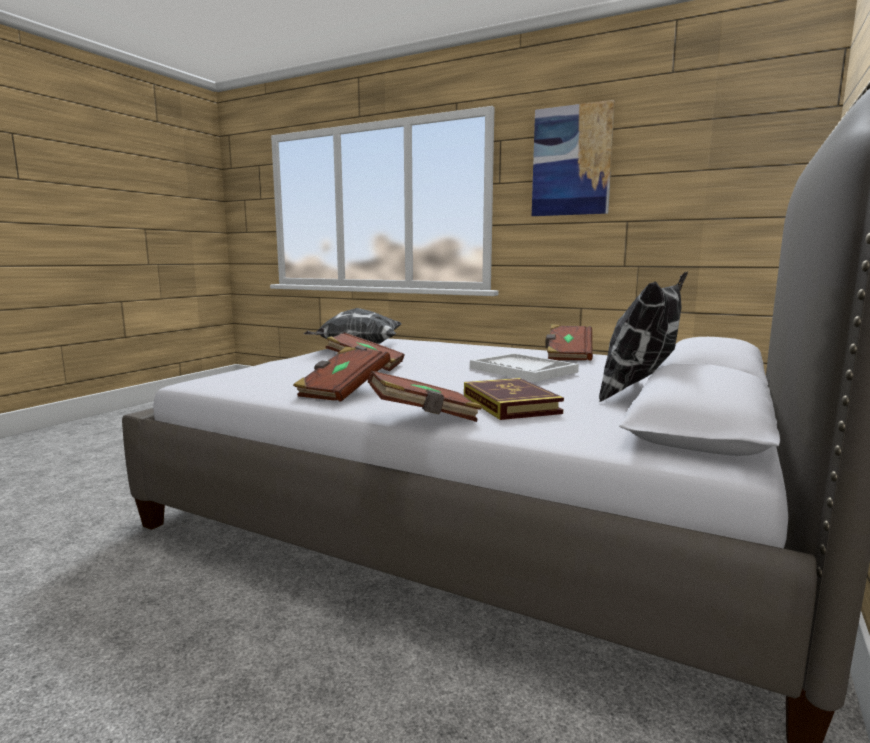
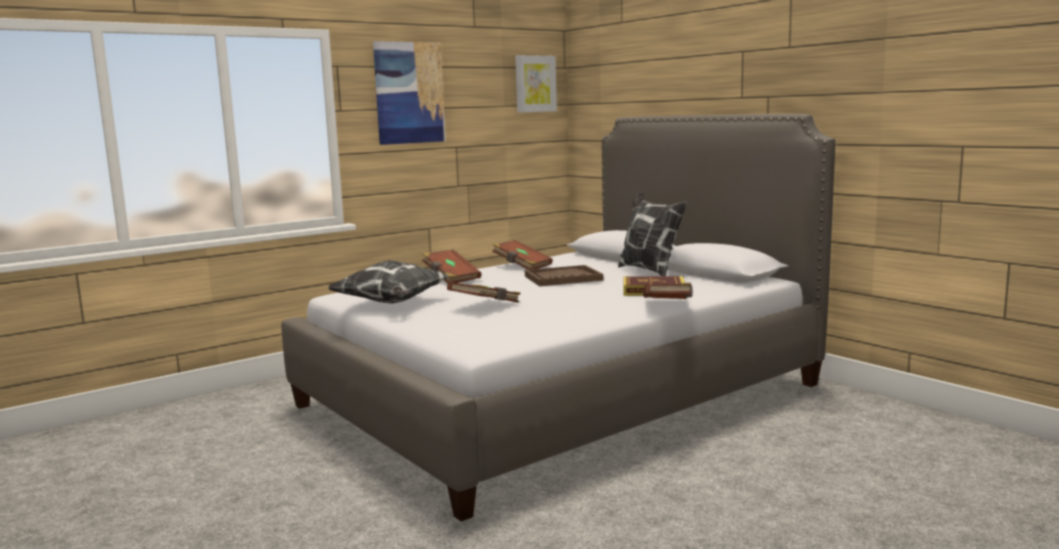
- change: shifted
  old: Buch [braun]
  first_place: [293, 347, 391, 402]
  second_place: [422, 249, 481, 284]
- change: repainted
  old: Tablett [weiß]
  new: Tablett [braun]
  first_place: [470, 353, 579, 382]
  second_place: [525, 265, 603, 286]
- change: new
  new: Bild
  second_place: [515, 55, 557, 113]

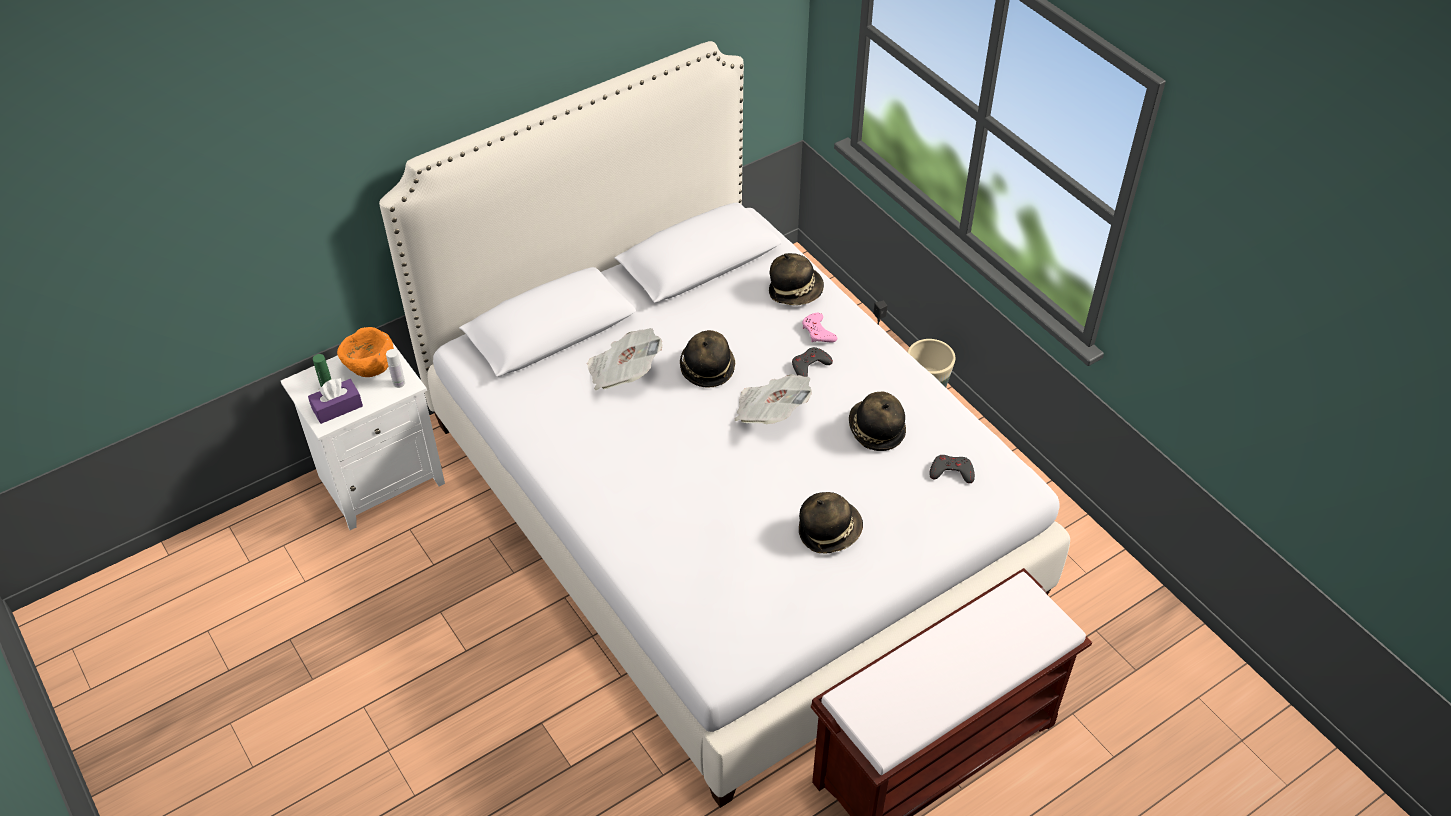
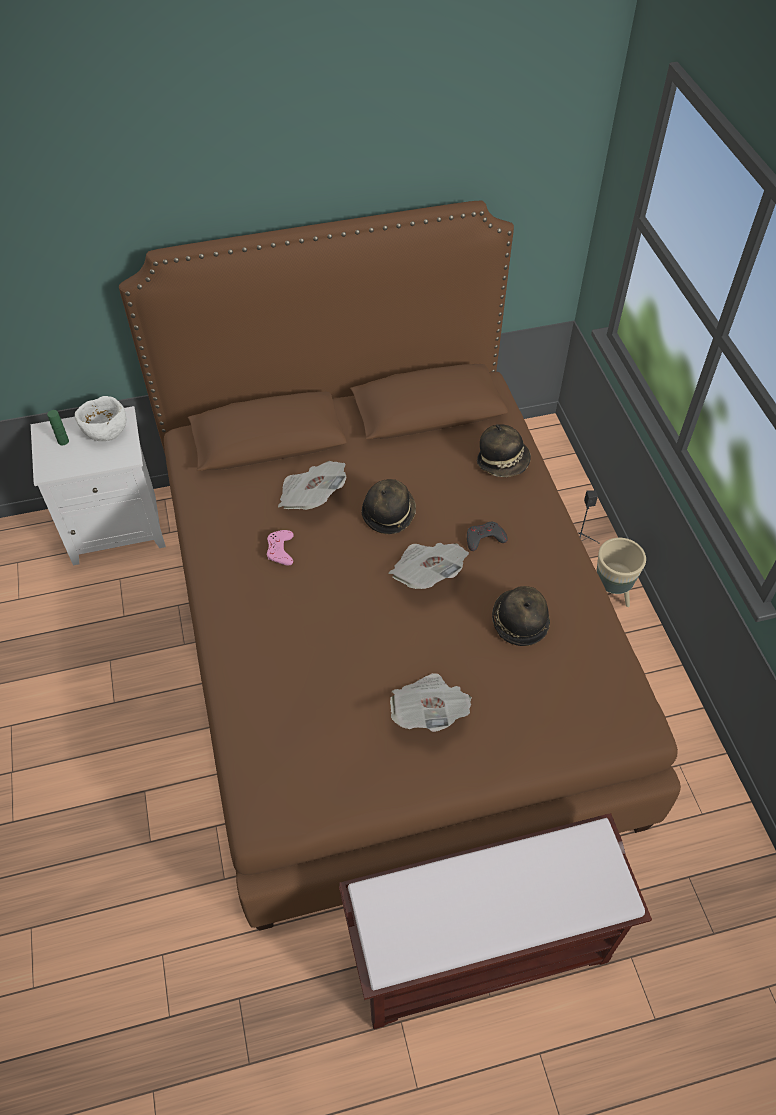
- change: gone
  old: Taschentuchbox [lila]
  first_place: [308, 378, 363, 424]
- change: repainted
  old: Schüssel [orange]
  new: Schüssel [weiß]
  first_place: [337, 327, 394, 377]
  second_place: [75, 396, 127, 441]
- change: repainted
  old: Bett [weiß]
  new: Bett [braun]
  first_place: [379, 41, 1070, 808]
  second_place: [119, 201, 681, 931]
- change: gone
  old: Flasche [weiß]
  first_place: [386, 349, 405, 388]
- change: swapped
  old: Hut
  new: Zeitung
  first_place: [799, 492, 863, 553]
  second_place: [390, 673, 472, 732]
- change: shifted
  old: Gamepad [rosa]
  first_place: [802, 313, 837, 342]
  second_place: [267, 530, 294, 565]
- change: gone
  old: Gamepad [grau]
  first_place: [929, 455, 975, 483]

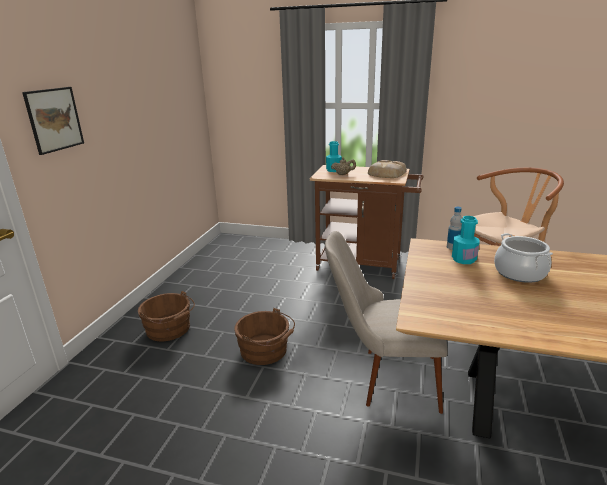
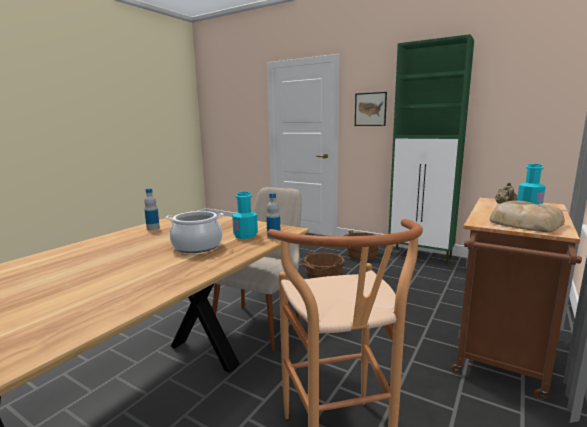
- change: new
  new: Flasche
  second_place: [144, 188, 160, 230]
- change: new
  new: Schrank [grün]
  second_place: [388, 34, 474, 264]

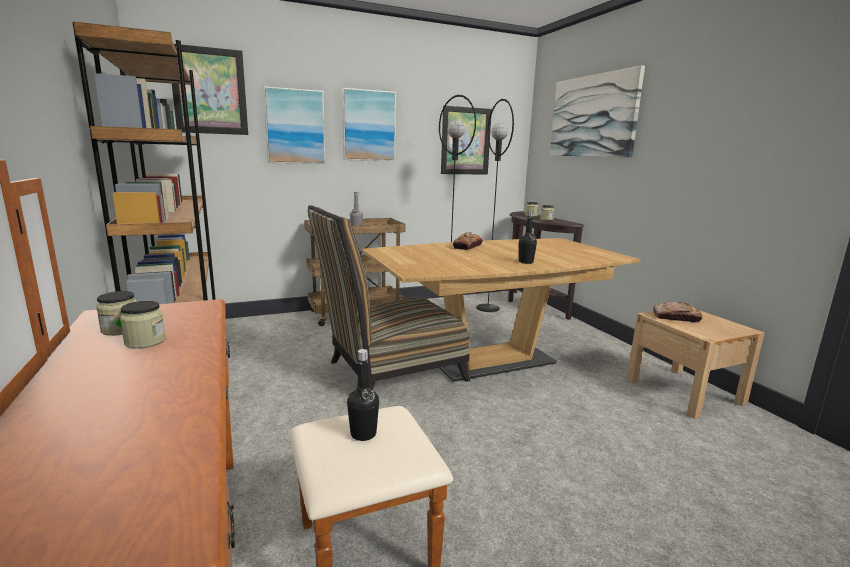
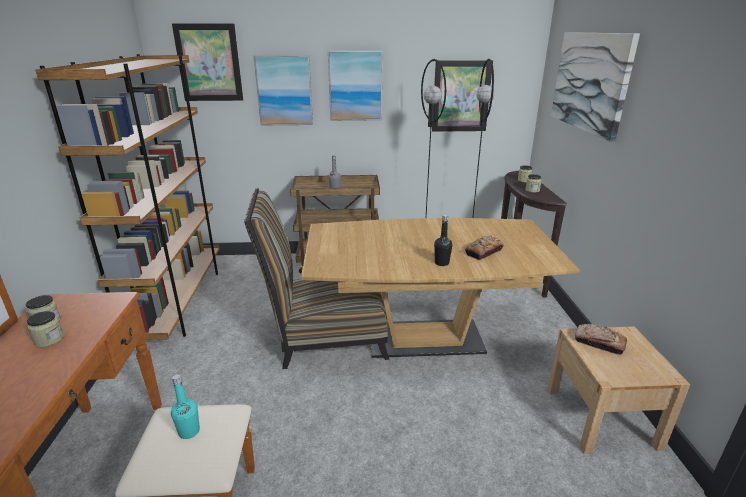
- change: repainted
  old: Flasche [schwarz]
  new: Flasche [türkis]
  first_place: [347, 349, 379, 441]
  second_place: [171, 374, 200, 439]
- change: shifted
  old: Brot
  first_place: [453, 232, 483, 250]
  second_place: [465, 236, 504, 260]

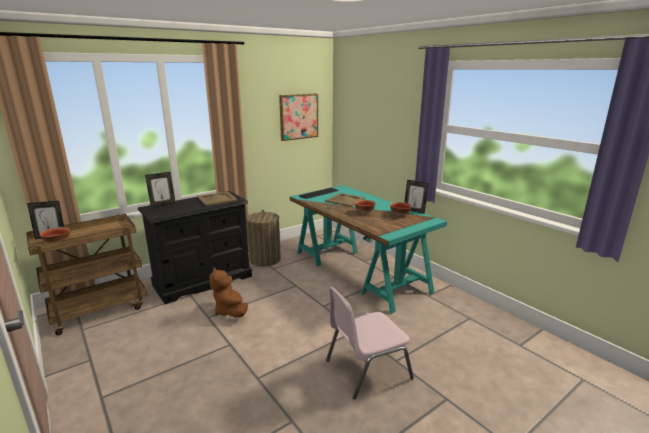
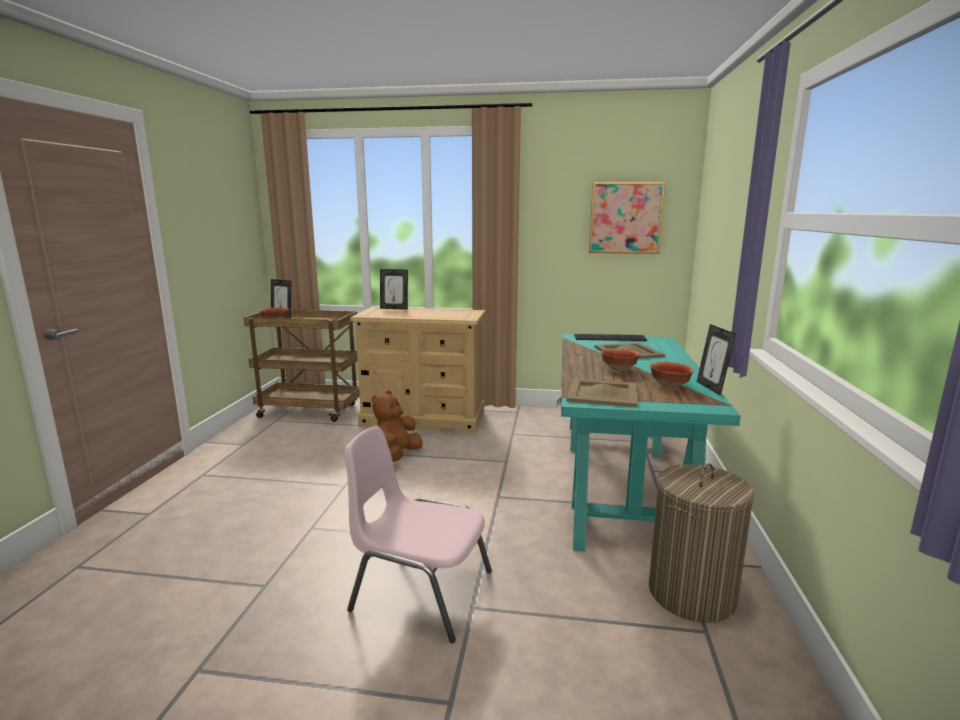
- change: repainted
  old: Kommode [schwarz]
  new: Kommode [beige]
  first_place: [138, 191, 252, 304]
  second_place: [350, 307, 485, 433]
- change: shifted
  old: Tablett [beige]
  first_place: [197, 191, 238, 206]
  second_place: [567, 379, 638, 407]
- change: shifted
  old: Wäschekorb
  first_place: [246, 210, 281, 267]
  second_place: [649, 463, 754, 623]

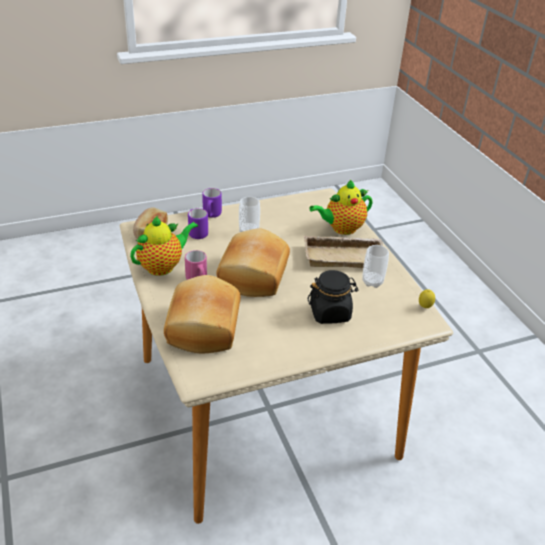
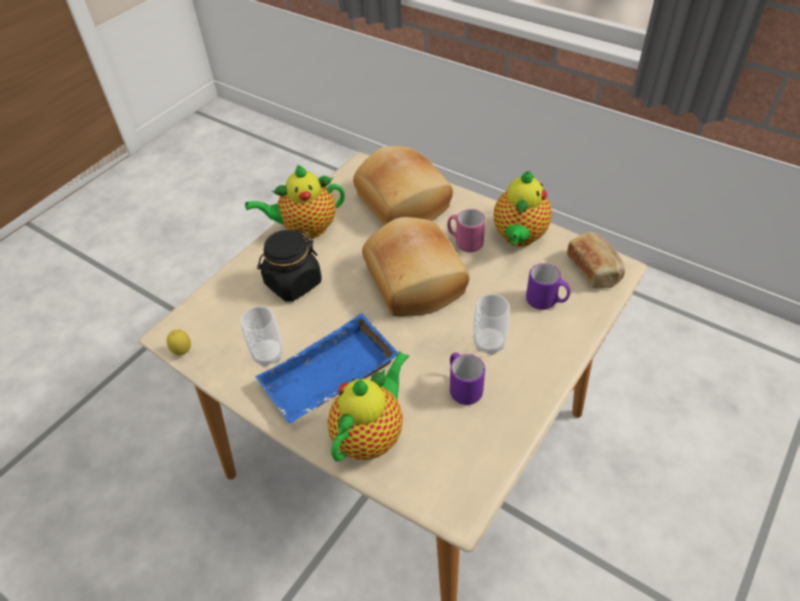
- change: shifted
  old: Henkelbecher [lila]
  first_place: [202, 188, 222, 218]
  second_place: [450, 353, 485, 405]
- change: repainted
  old: Tablett [beige]
  new: Tablett [blau]
  first_place: [304, 236, 383, 268]
  second_place: [255, 313, 398, 424]
- change: new
  new: Teekanne
  second_place: [245, 164, 345, 239]

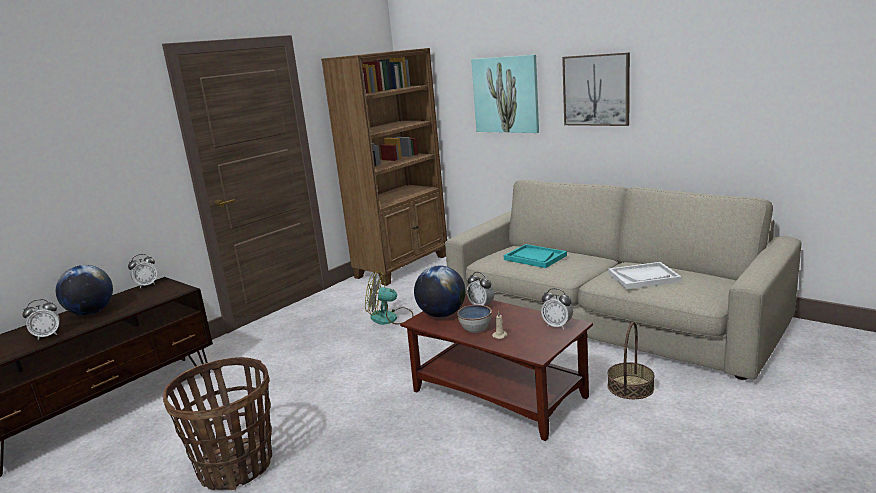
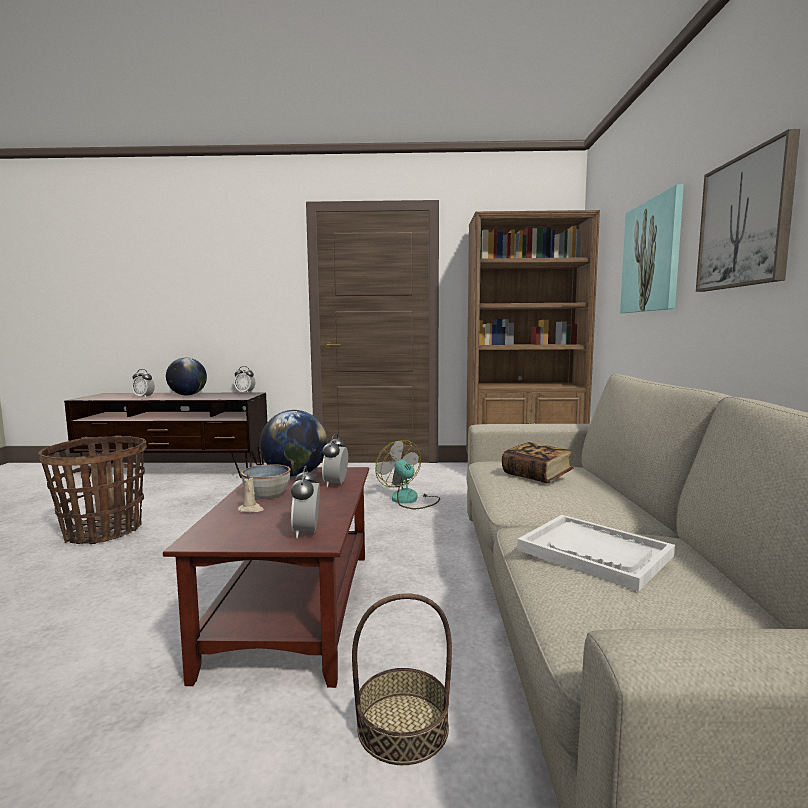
- change: swapped
  old: Tablett [türkis]
  new: Buch
  first_place: [503, 244, 567, 268]
  second_place: [502, 442, 573, 483]

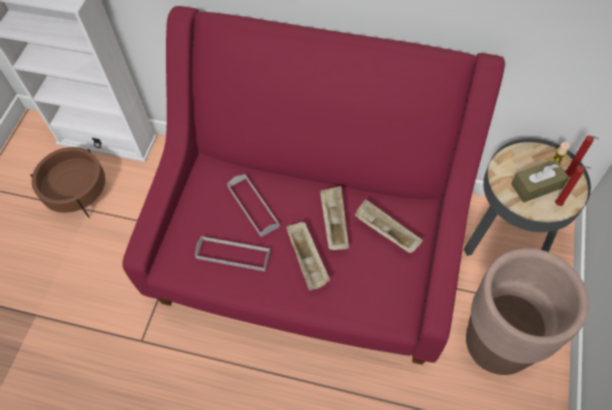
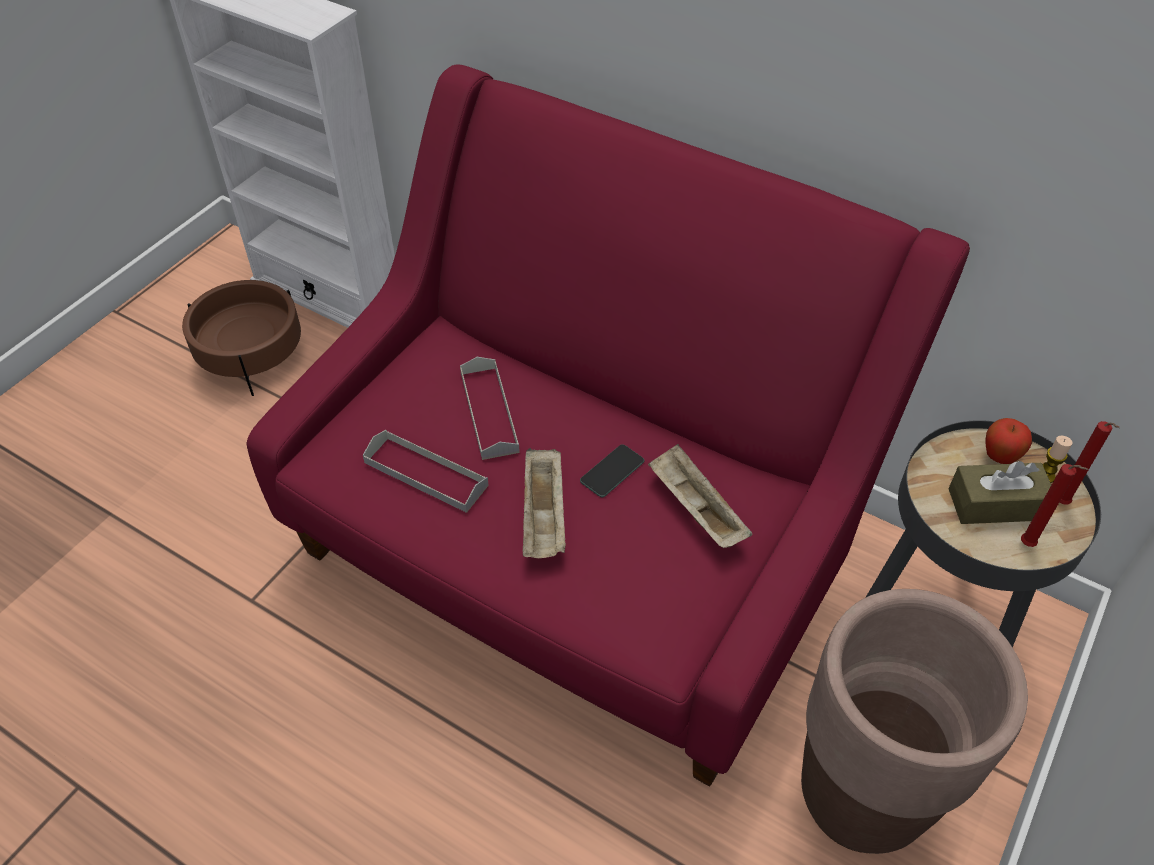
- change: swapped
  old: Tablett [beige]
  new: Handy
  first_place: [320, 186, 349, 250]
  second_place: [580, 444, 644, 497]
- change: new
  new: Apfel
  second_place: [985, 418, 1032, 464]

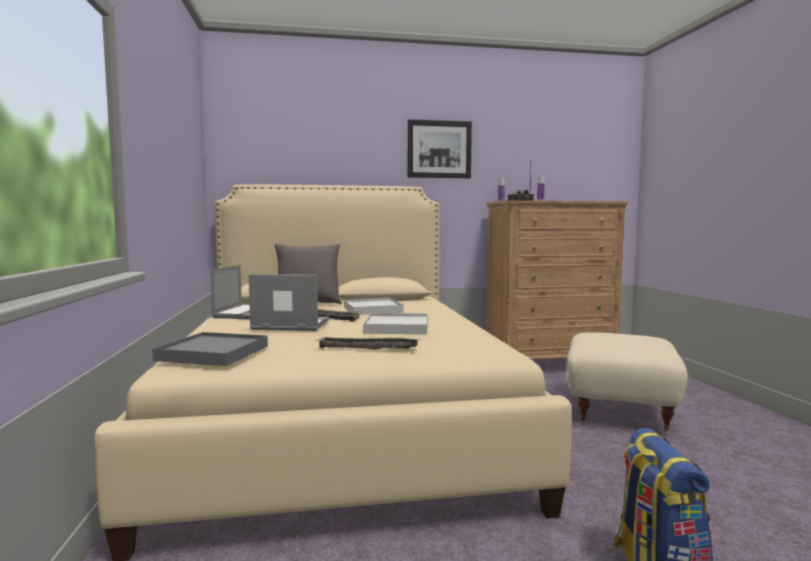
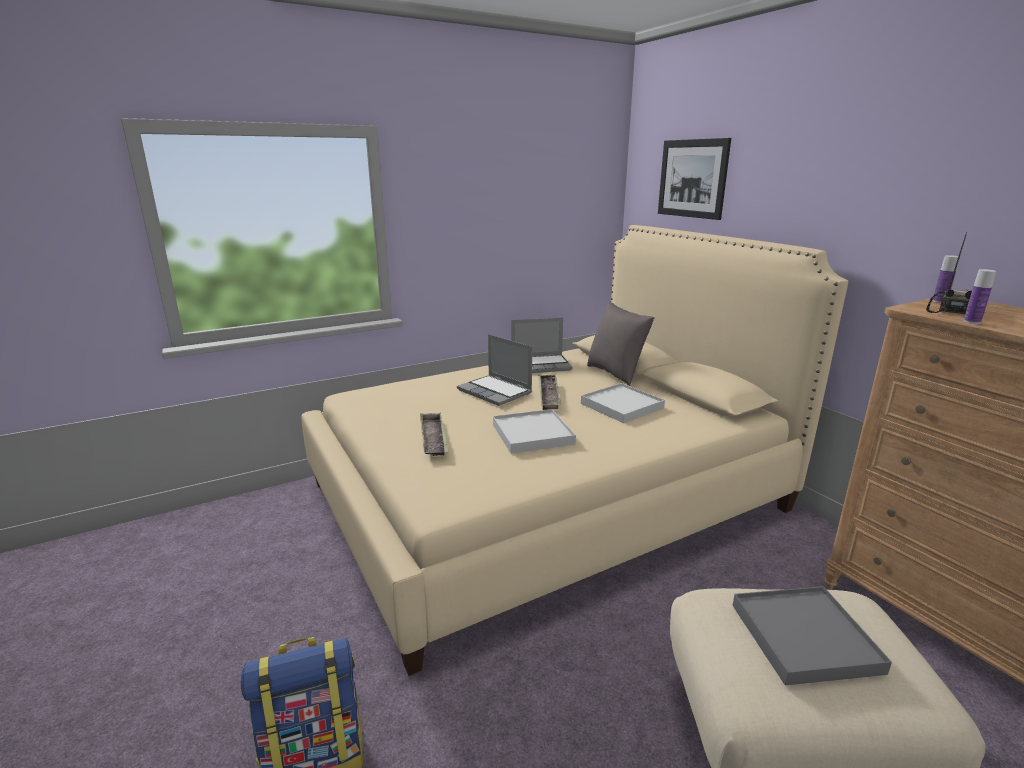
- change: shifted
  old: Tablett [grau]
  first_place: [152, 332, 268, 366]
  second_place: [733, 586, 892, 686]
- change: rotated
  old: Laptop
  first_place: [249, 274, 329, 331]
  second_place: [457, 334, 532, 406]
  degrees: 150
- change: shifted
  old: Bild
  first_place: [408, 119, 472, 178]
  second_place: [658, 138, 731, 220]

